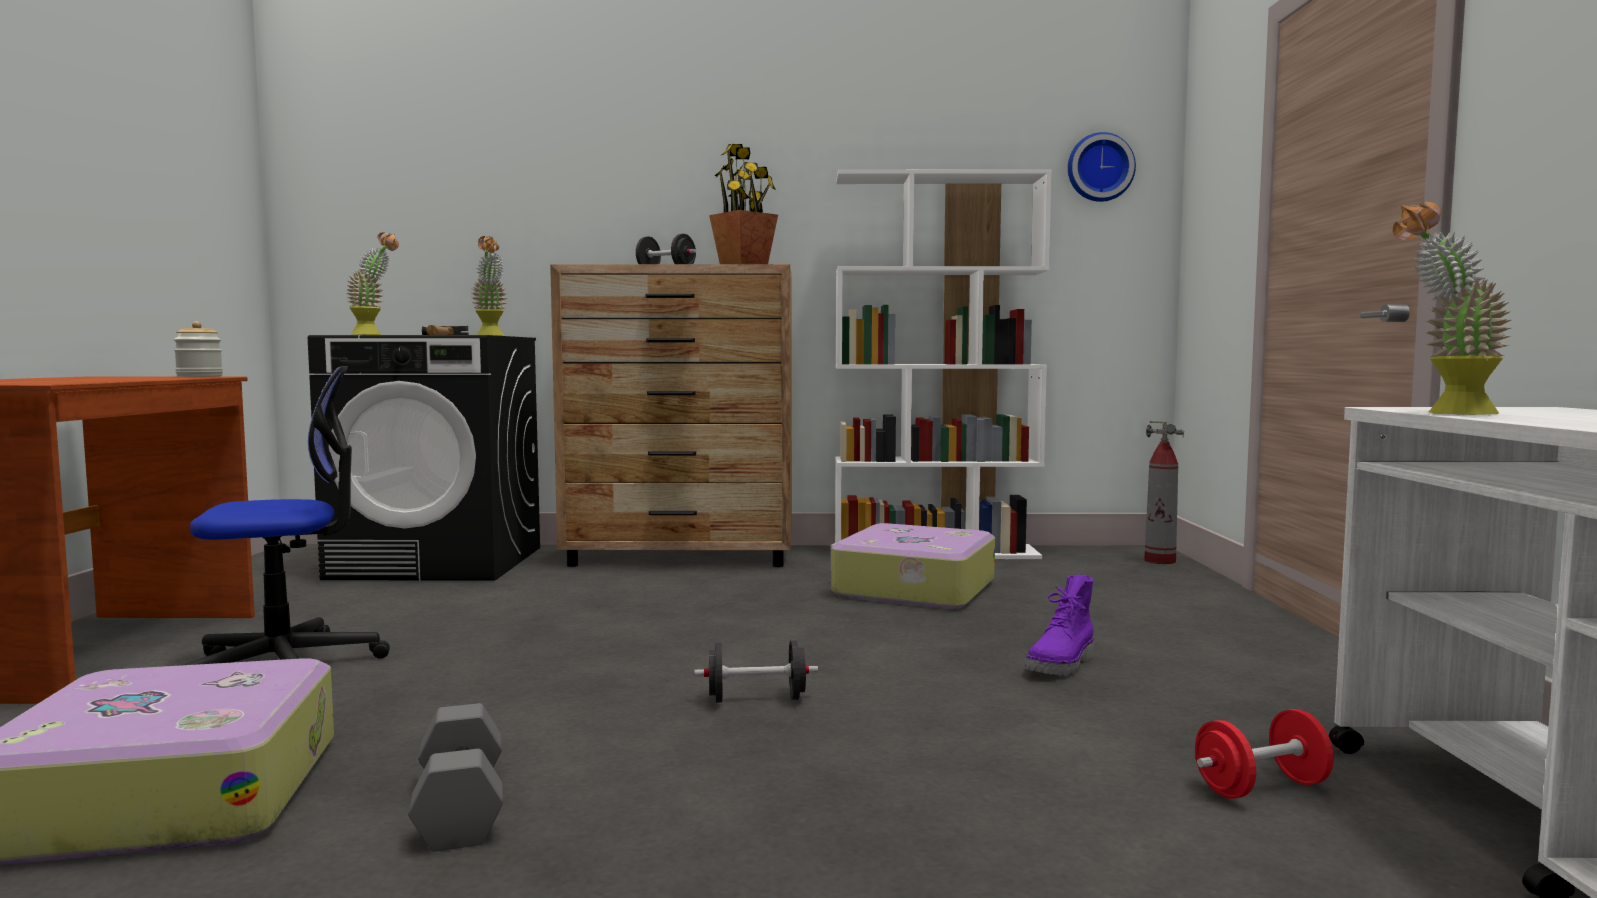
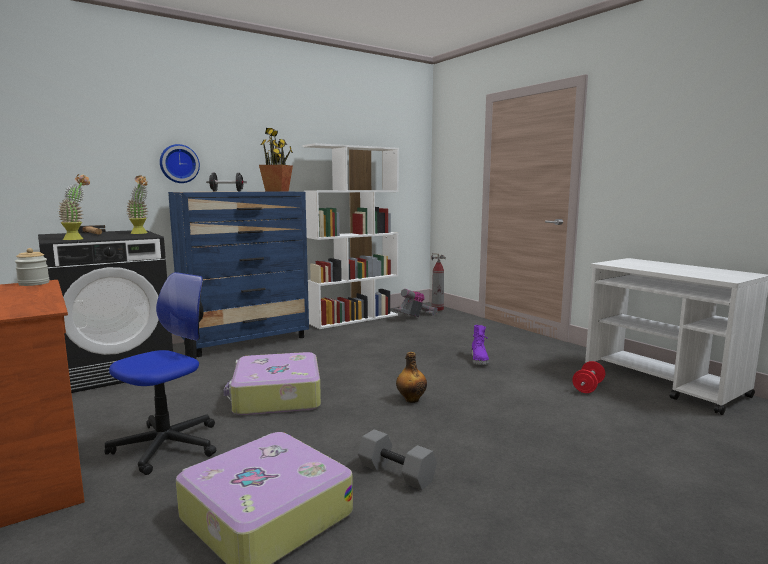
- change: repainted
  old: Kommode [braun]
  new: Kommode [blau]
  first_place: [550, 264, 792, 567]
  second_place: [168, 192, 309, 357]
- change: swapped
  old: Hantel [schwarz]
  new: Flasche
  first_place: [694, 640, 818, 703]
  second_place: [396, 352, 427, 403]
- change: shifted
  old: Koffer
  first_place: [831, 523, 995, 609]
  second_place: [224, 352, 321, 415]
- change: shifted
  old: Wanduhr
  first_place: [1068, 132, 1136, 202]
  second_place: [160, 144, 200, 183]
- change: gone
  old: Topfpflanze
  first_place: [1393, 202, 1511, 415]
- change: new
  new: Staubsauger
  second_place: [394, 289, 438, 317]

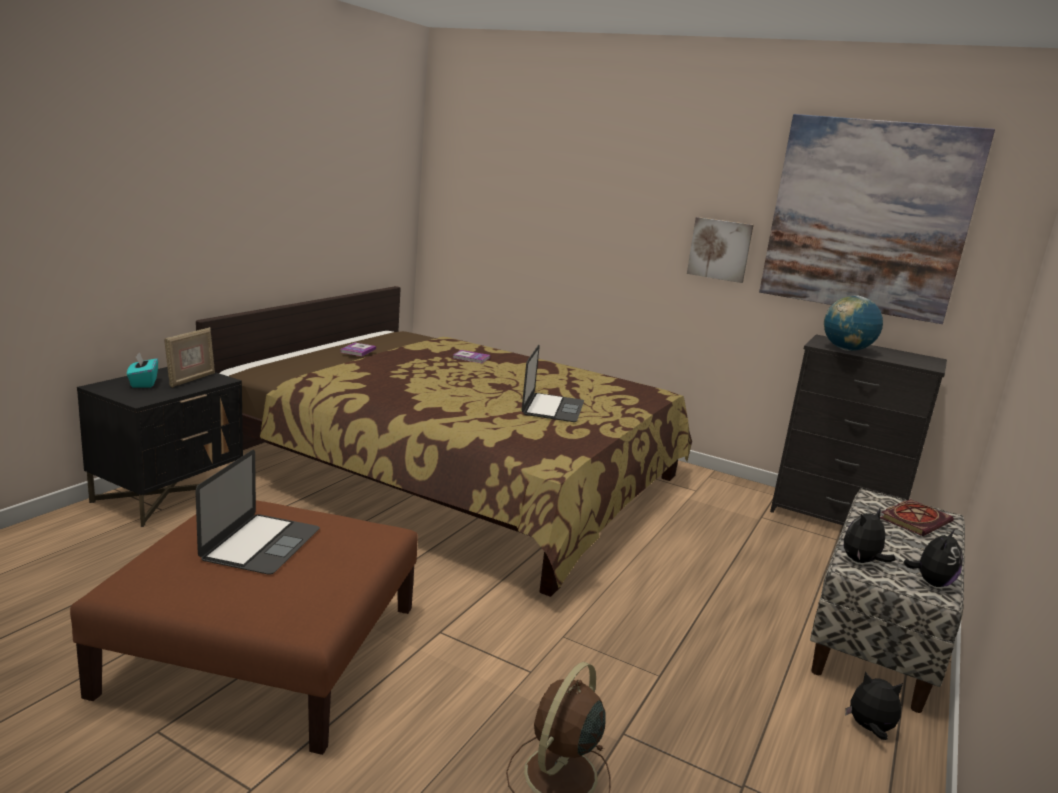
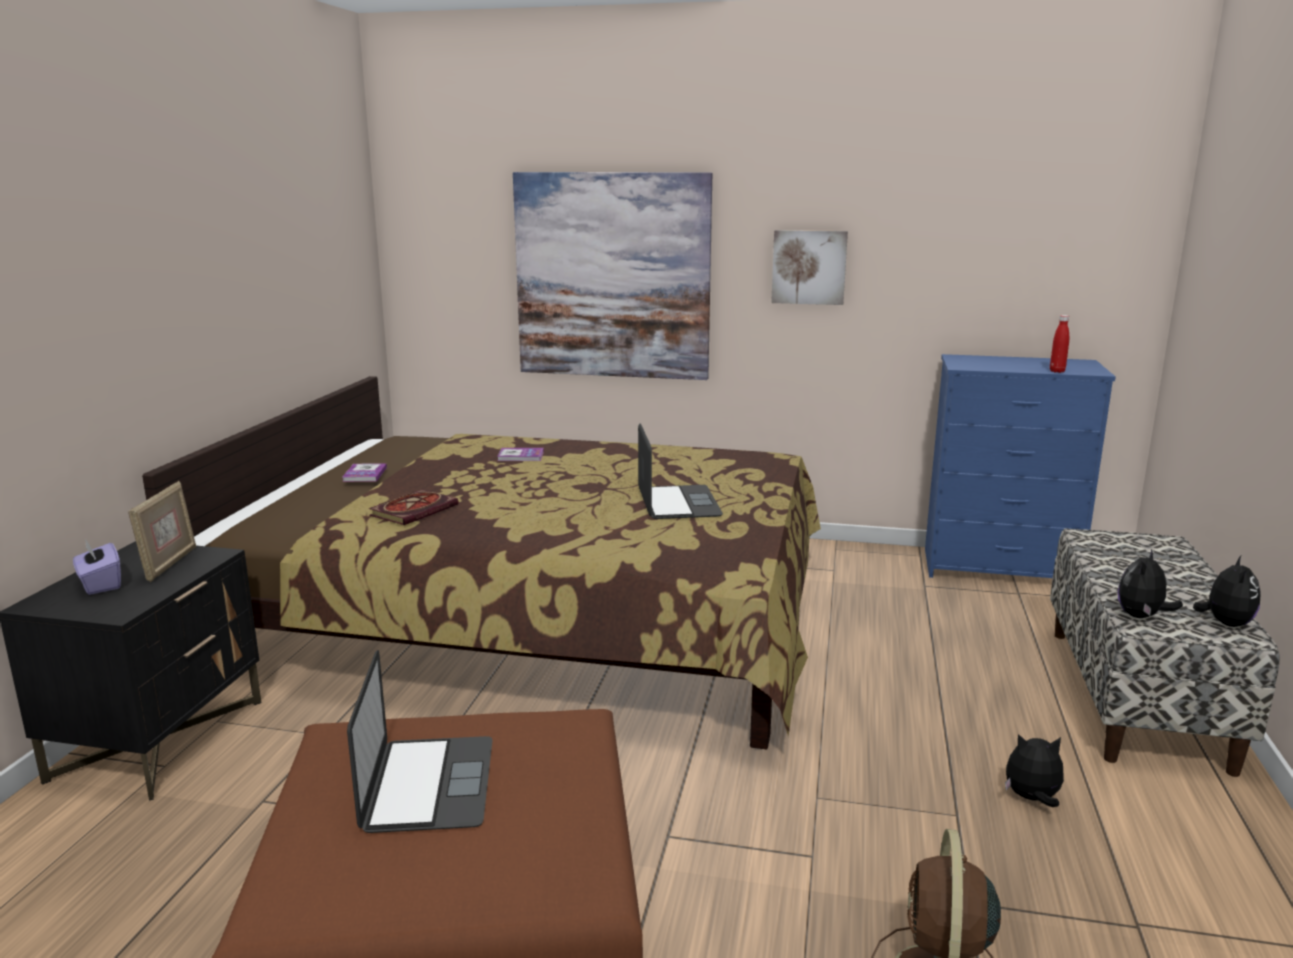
- change: repainted
  old: Taschentuchbox [türkis]
  new: Taschentuchbox [lila]
  first_place: [127, 352, 158, 388]
  second_place: [73, 539, 121, 595]
- change: shifted
  old: Bild
  first_place: [759, 114, 995, 324]
  second_place: [513, 172, 712, 380]
- change: repainted
  old: Kommode [schwarz]
  new: Kommode [blau]
  first_place: [770, 334, 947, 526]
  second_place: [925, 354, 1116, 578]
- change: gone
  old: Globus
  first_place: [824, 295, 883, 351]
- change: shifted
  old: Plüschtier
  first_place: [845, 672, 903, 740]
  second_place: [1005, 734, 1064, 807]
- change: shifted
  old: Buch
  first_place: [880, 499, 954, 536]
  second_place: [369, 489, 459, 525]
- change: new
  new: Flasche [rot]
  second_place: [1050, 315, 1069, 373]

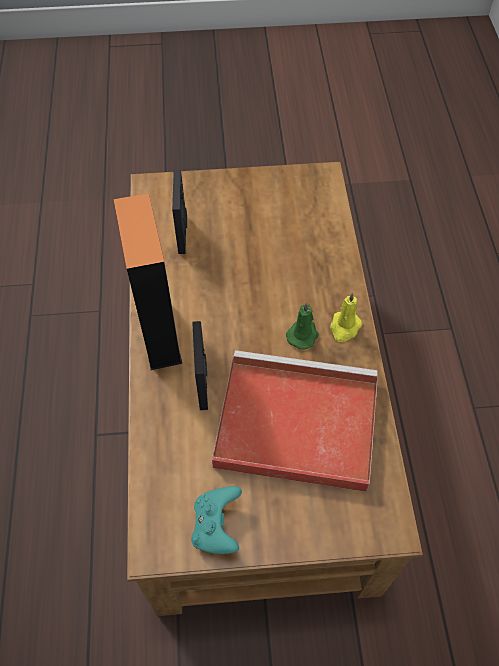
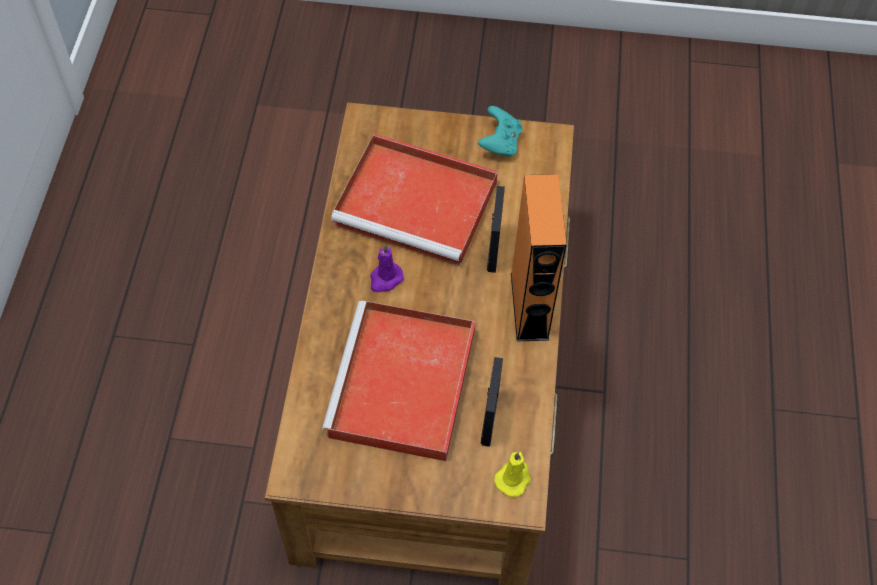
- change: repainted
  old: Kerze [grün]
  new: Kerze [lila]
  first_place: [286, 302, 319, 350]
  second_place: [370, 244, 404, 292]
- change: shifted
  old: Kerze [gelb]
  first_place: [330, 292, 362, 342]
  second_place: [494, 452, 531, 497]
- change: new
  new: Tablett [rot]
  second_place: [322, 301, 476, 461]

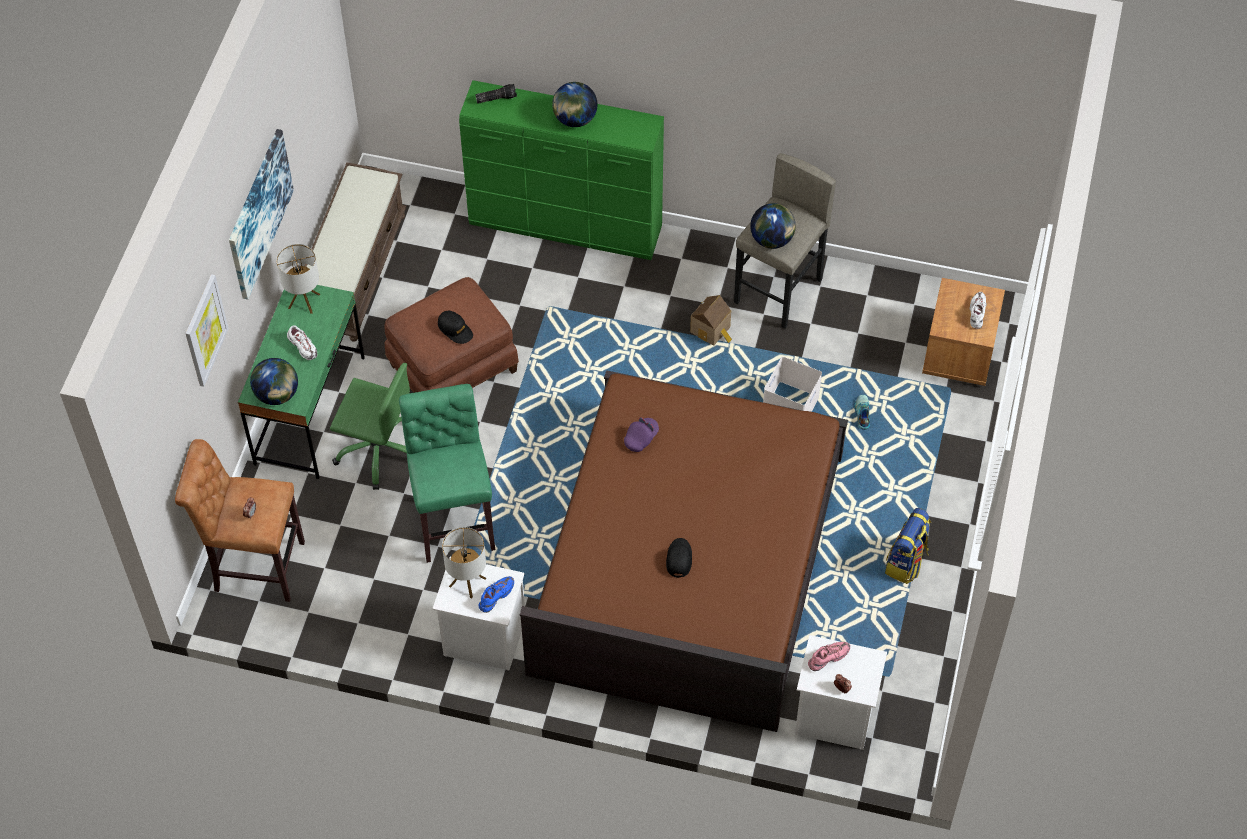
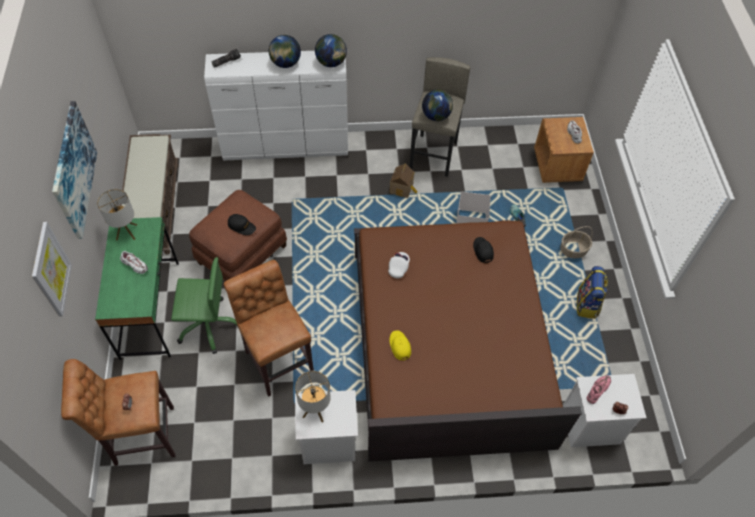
- change: shifted
  old: Globus
  first_place: [250, 358, 298, 405]
  second_place: [315, 34, 347, 67]
- change: repainted
  old: Hocker [grün]
  new: Hocker [braun]
  first_place: [399, 384, 495, 563]
  second_place: [224, 260, 314, 397]
- change: repainted
  old: Kommode [grün]
  new: Kommode [weiß]
  first_place: [459, 80, 664, 260]
  second_place: [204, 51, 348, 161]
- change: gone
  old: Schuh [blau]
  first_place: [479, 576, 514, 613]
- change: repainted
  old: Kappe [lila]
  new: Kappe [weiß]
  first_place: [624, 417, 659, 452]
  second_place: [388, 252, 410, 278]
- change: shifted
  old: Kappe [schwarz]
  first_place: [666, 538, 692, 578]
  second_place: [473, 237, 494, 263]
- change: new
  new: Kappe [gelb]
  second_place: [389, 330, 411, 361]
- change: new
  new: Korb
  second_place: [560, 226, 593, 259]

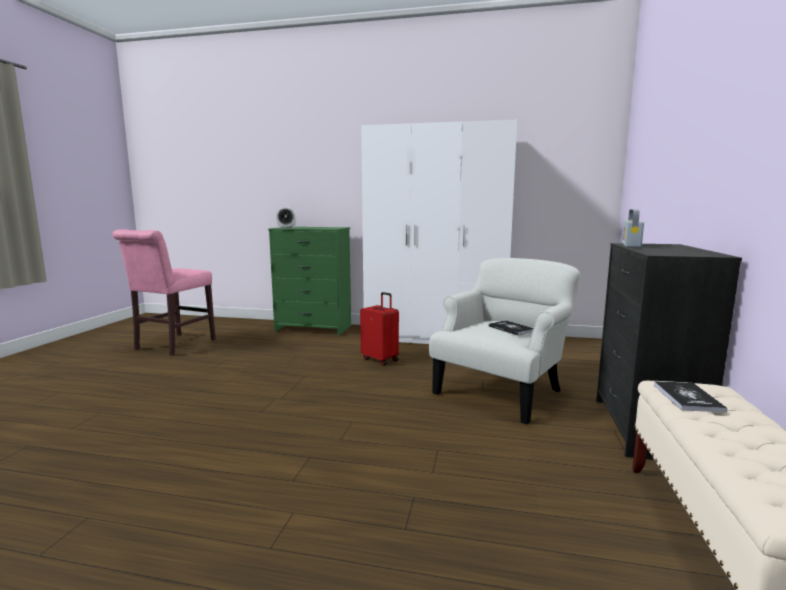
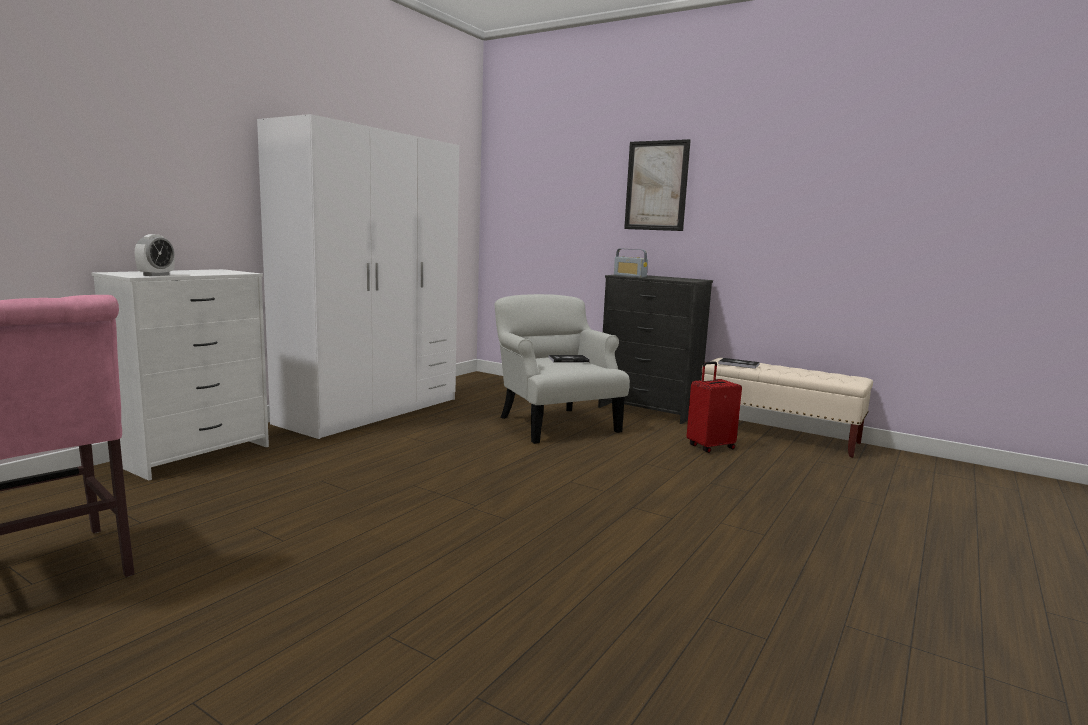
- change: repainted
  old: Kommode [grün]
  new: Kommode [weiß]
  first_place: [268, 227, 351, 335]
  second_place: [92, 269, 269, 481]
- change: shifted
  old: Koffer [rot]
  first_place: [360, 292, 399, 366]
  second_place: [687, 361, 742, 453]
- change: new
  new: Bild
  second_place: [624, 139, 691, 231]

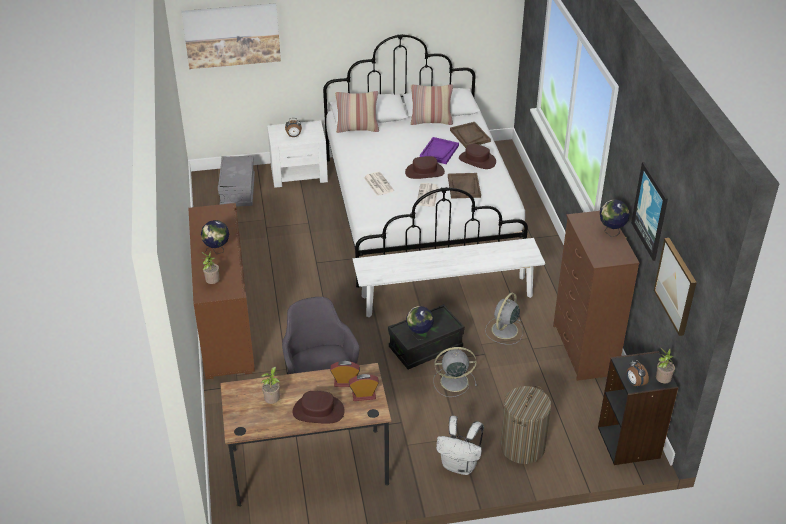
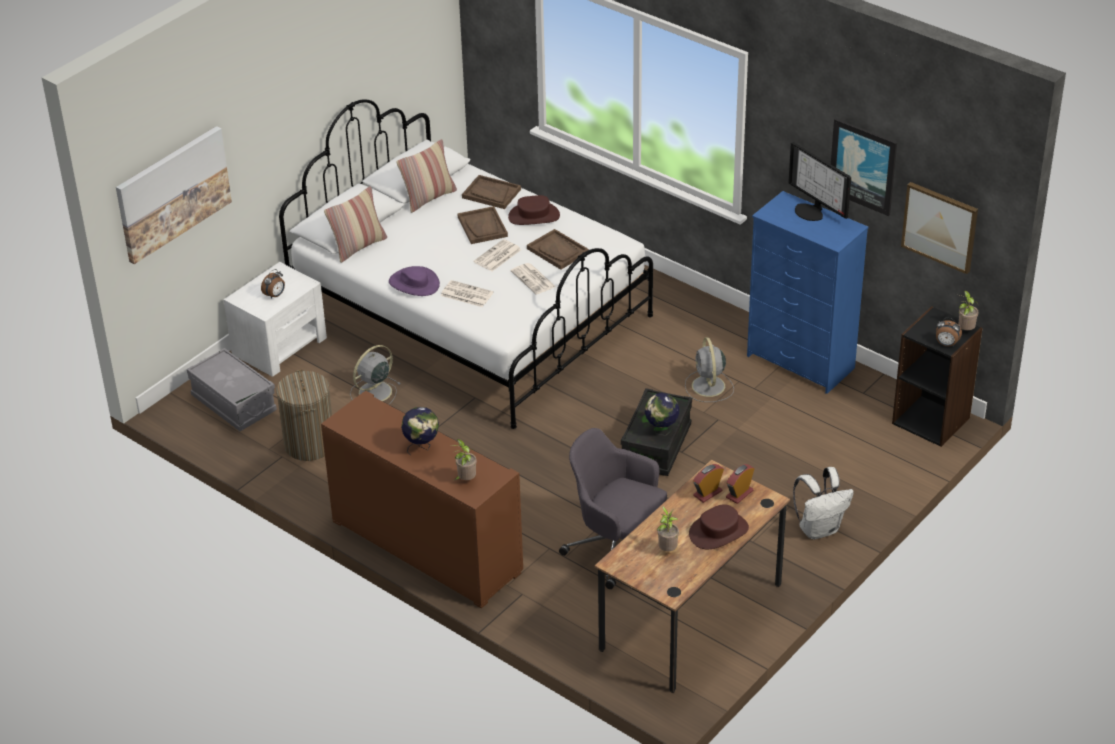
- change: gone
  old: Bank [weiß]
  first_place: [353, 238, 545, 317]
- change: swapped
  old: Hut [braun]
  new: Zeitung
  first_place: [405, 156, 445, 179]
  second_place: [473, 239, 521, 271]
- change: repainted
  old: Tablett [lila]
  new: Tablett [braun]
  first_place: [420, 137, 459, 164]
  second_place: [457, 206, 508, 244]
- change: shifted
  old: Ventilator [grau]
  first_place: [433, 347, 477, 397]
  second_place: [350, 345, 400, 405]
- change: shifted
  old: Wäschekorb
  first_place: [501, 386, 551, 464]
  second_place: [276, 370, 332, 461]
- change: repainted
  old: Kommode [braun]
  new: Kommode [blau]
  first_place: [553, 211, 639, 381]
  second_place: [747, 191, 869, 394]
- change: swapped
  old: Globus
  new: Monitor
  first_place: [600, 200, 630, 237]
  second_place: [788, 142, 851, 221]
- change: new
  new: Hut [lila]
  second_place: [389, 266, 440, 296]

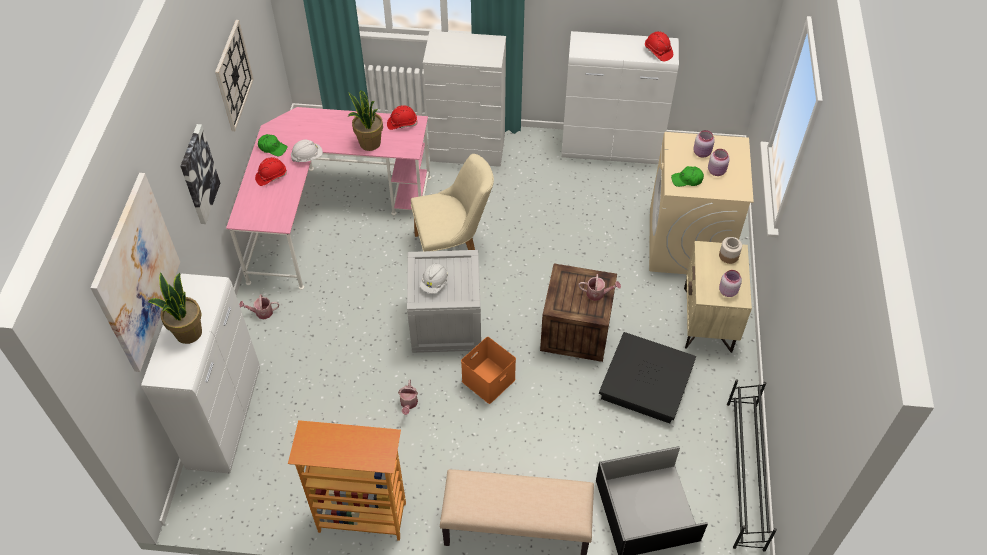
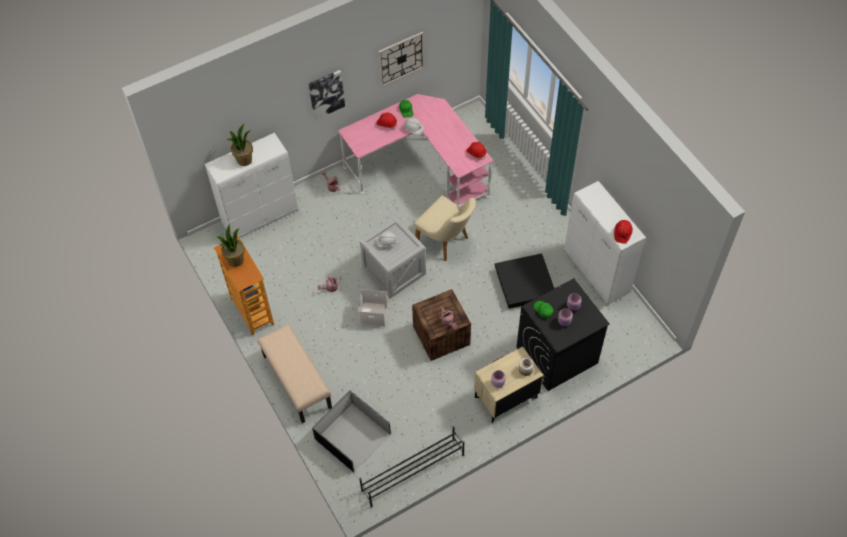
- change: gone
  old: Bild
  first_place: [90, 173, 180, 372]
- change: shifted
  old: Topfpflanze
  first_place: [348, 90, 383, 151]
  second_place: [217, 224, 245, 267]
- change: gone
  old: Kommode [weiß]
  first_place: [423, 31, 506, 167]
- change: repainted
  old: Aufbewahrungsbox [orange]
  new: Aufbewahrungsbox [weiß]
  first_place: [461, 337, 516, 404]
  second_place: [358, 289, 388, 327]
- change: shifted
  old: Aufbewahrungsbox [schwarz]
  first_place: [599, 332, 696, 423]
  second_place: [495, 253, 554, 308]
- change: repainted
  old: Waschmaschine [beige]
  new: Waschmaschine [schwarz]
  first_place: [649, 132, 754, 274]
  second_place: [517, 279, 609, 391]

